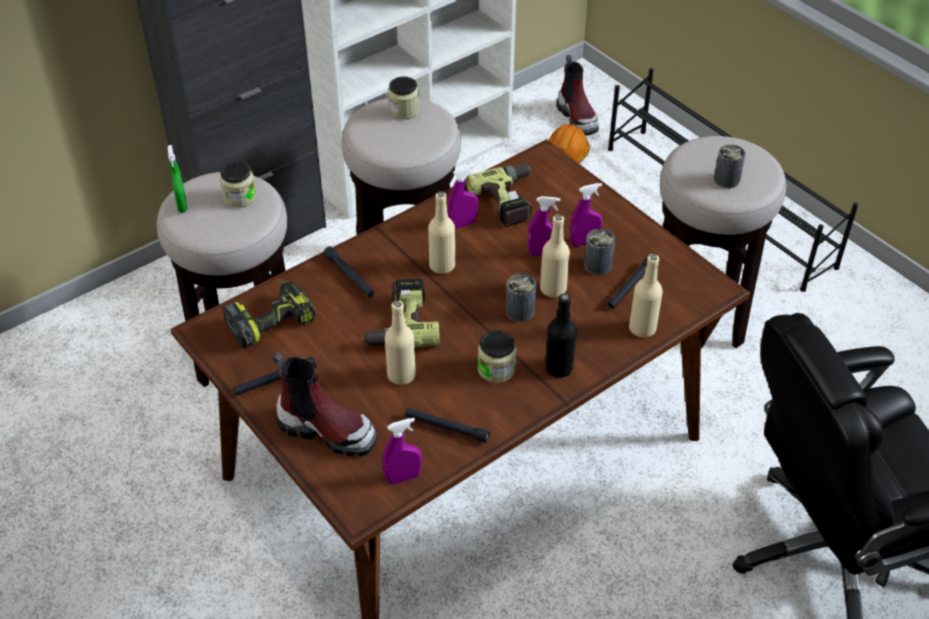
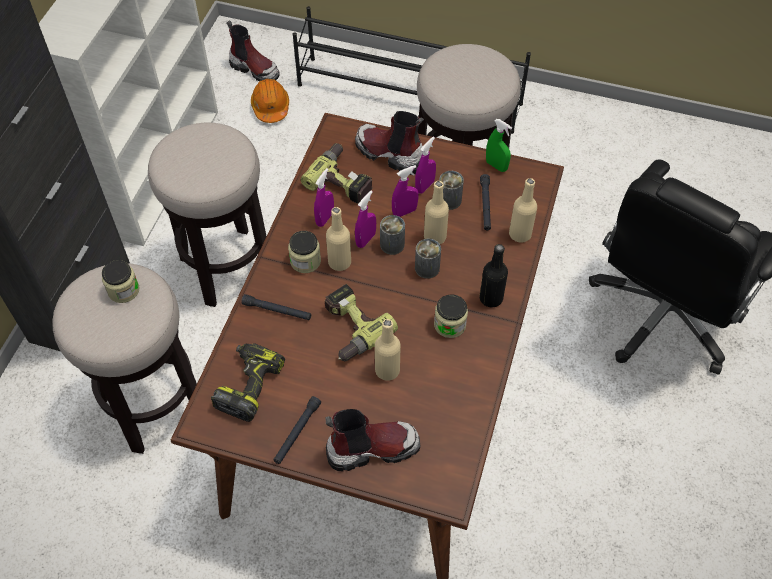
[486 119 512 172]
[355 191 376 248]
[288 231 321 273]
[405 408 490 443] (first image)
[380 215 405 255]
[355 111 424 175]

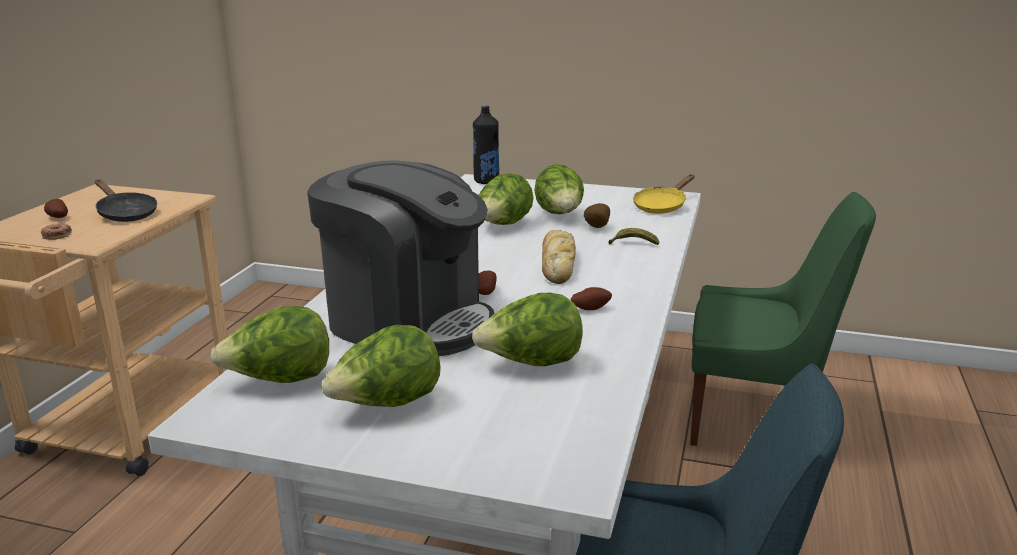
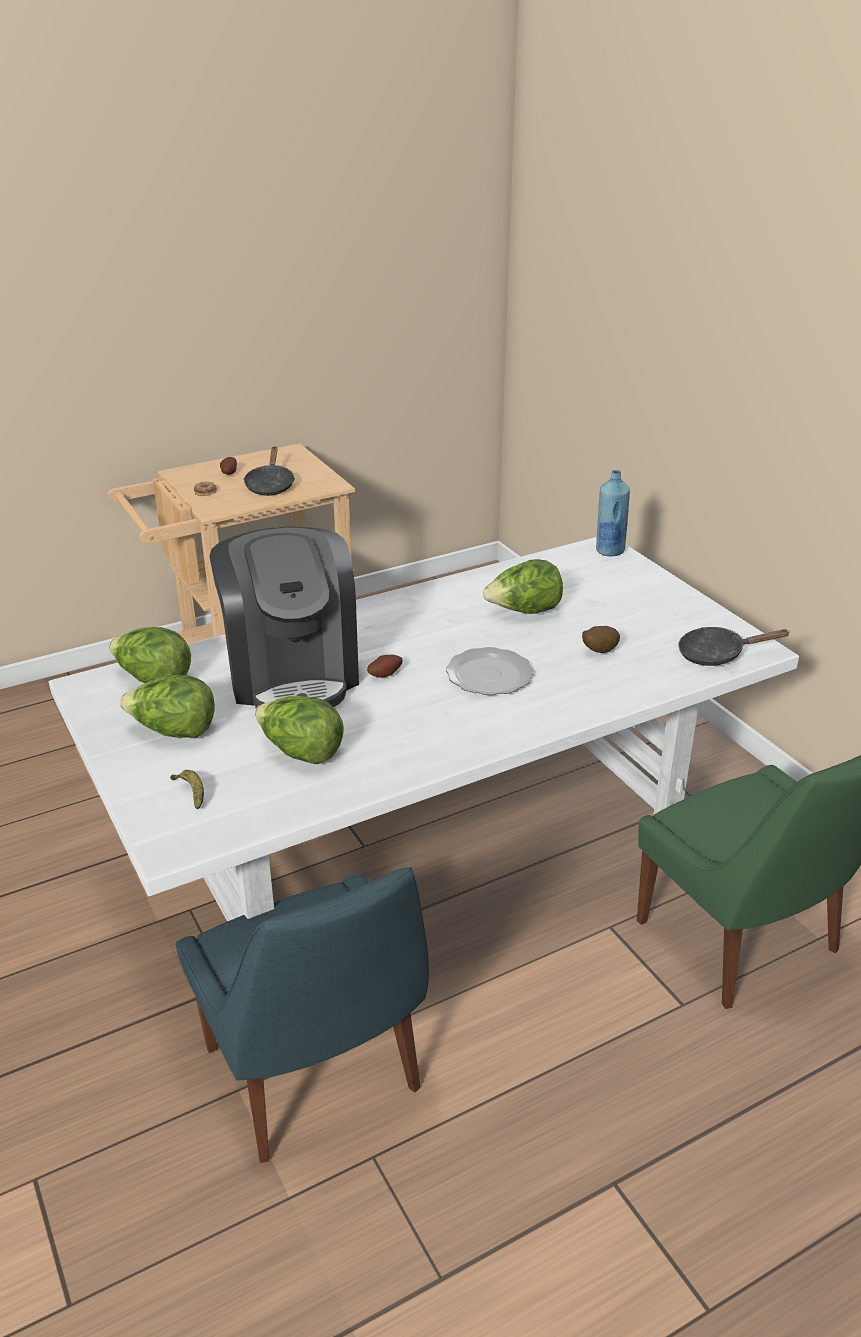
[596 470 630 556]
[534 164 584 214] (first image)
[446 647 533 695]
[571 287 612 310] (first image)
[170 770 204 810]
[678 627 790 666]

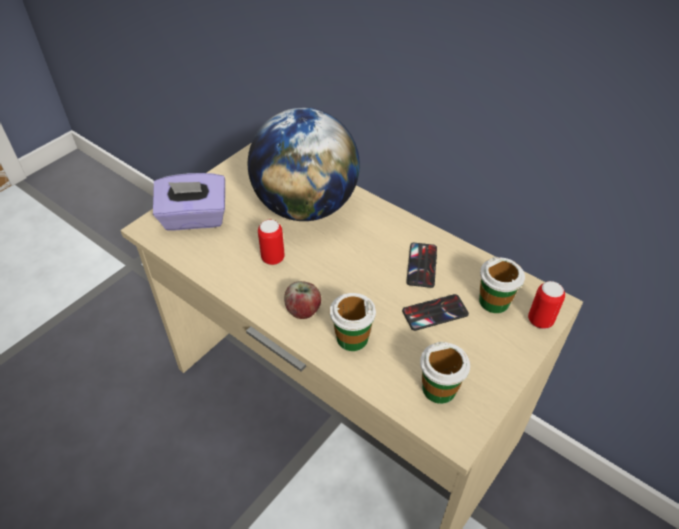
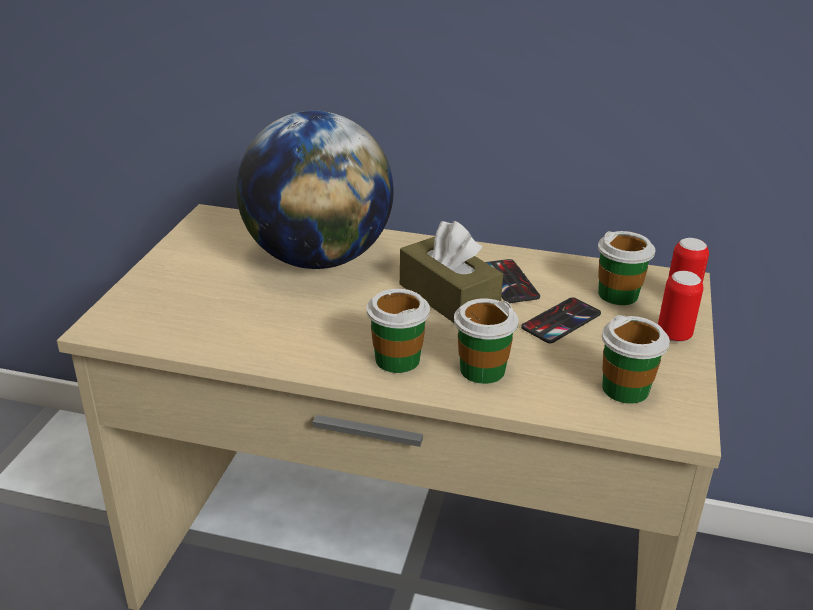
[153 173 225 230] (first image)
[658 271 703 342]
[367 289 430 373]
[400 221 503 323]

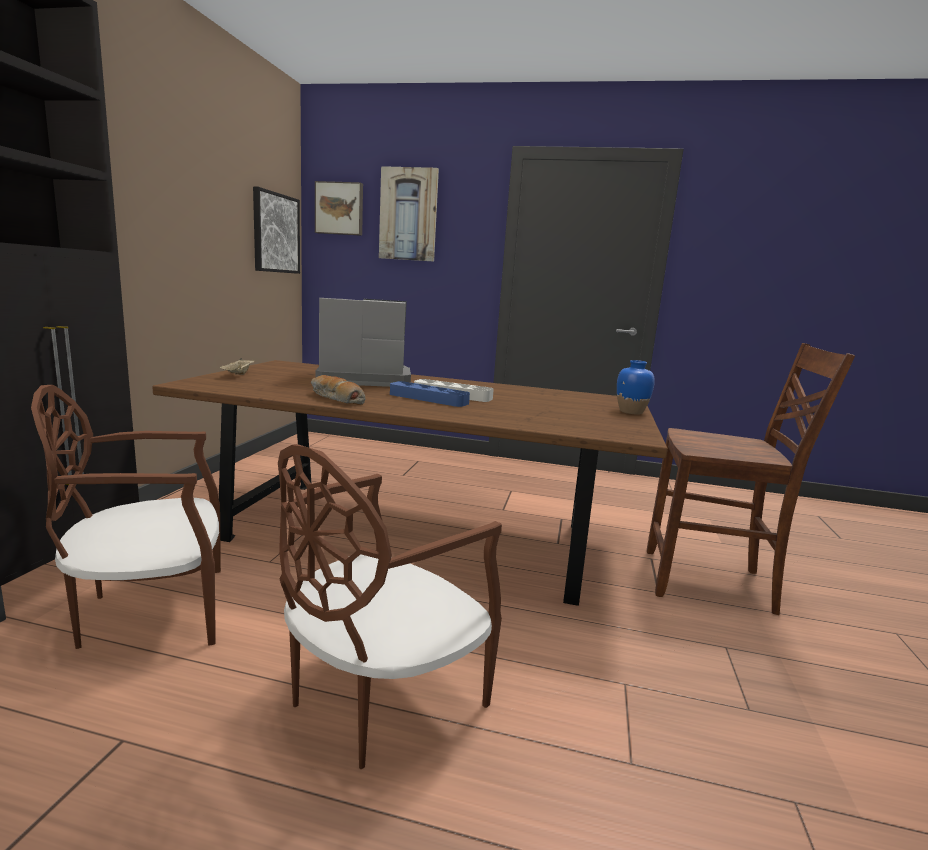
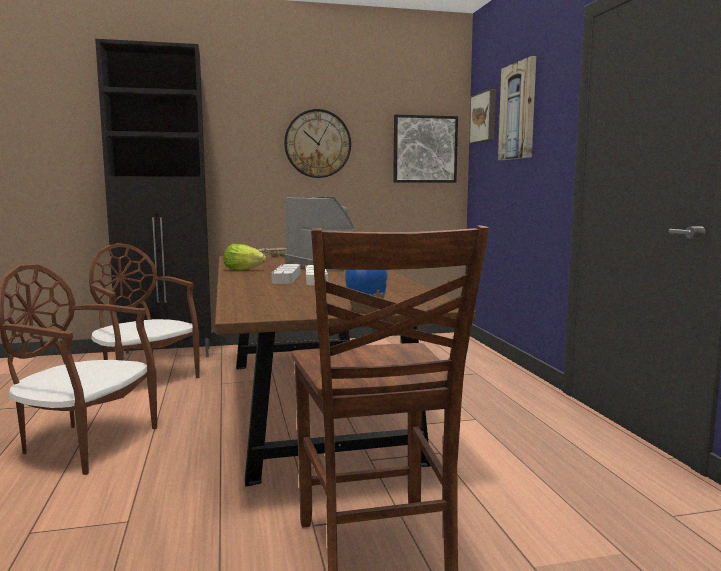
[224 244 266 270]
[271 264 301 284]
[284 109 351 178]

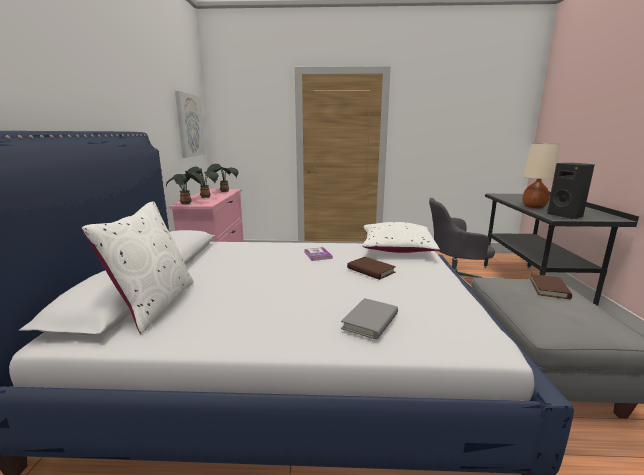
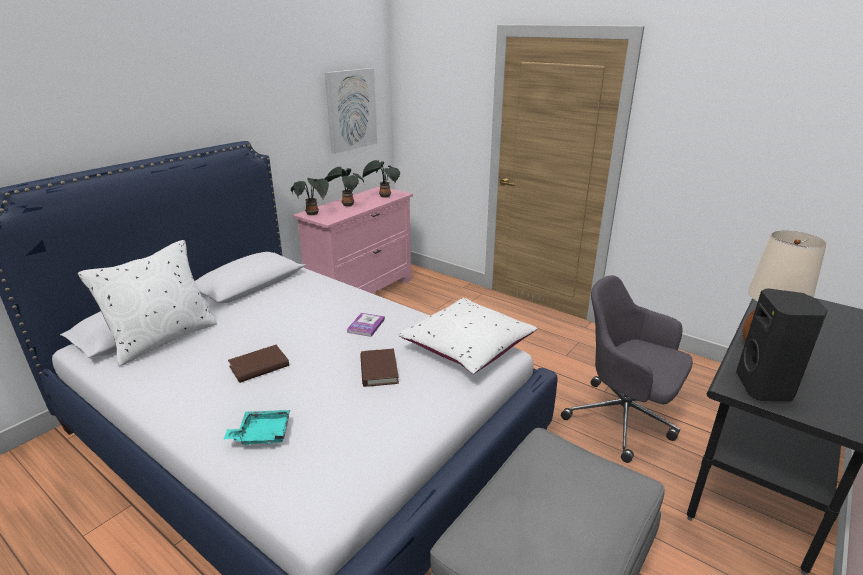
[224 410 290 445]
[228 345 289 383]

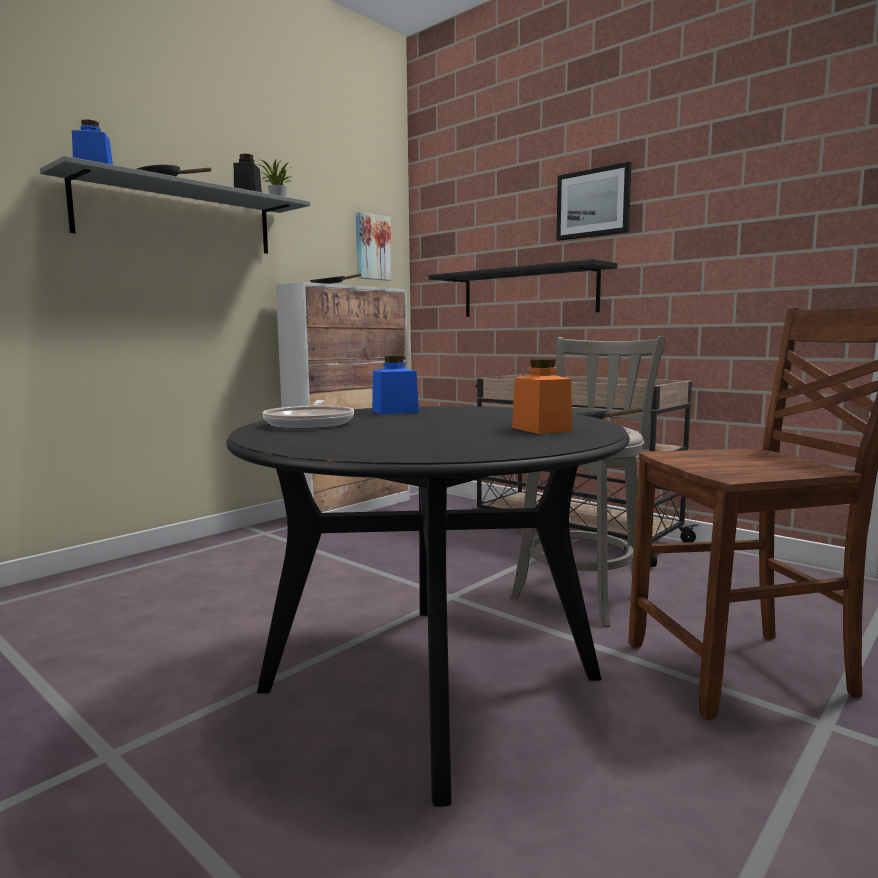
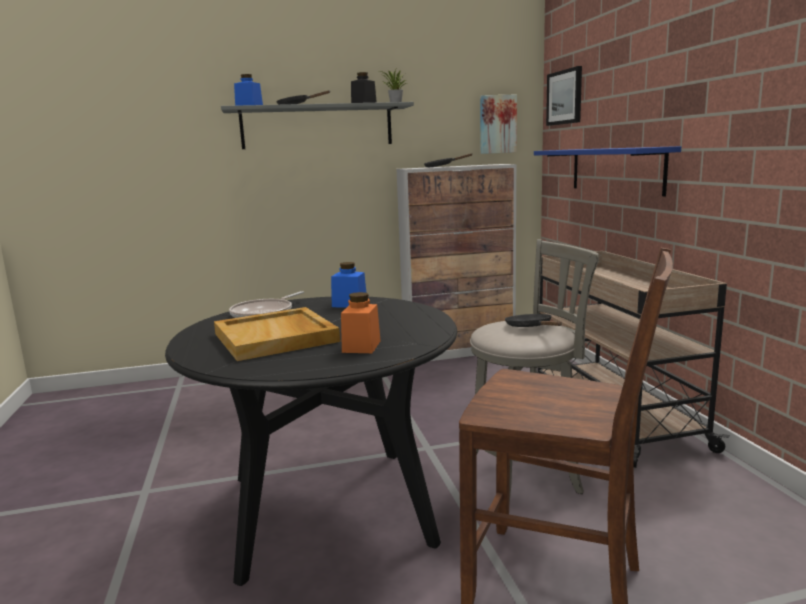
[534 146 681 197]
[546 66 582 126]
[214 307 340 361]

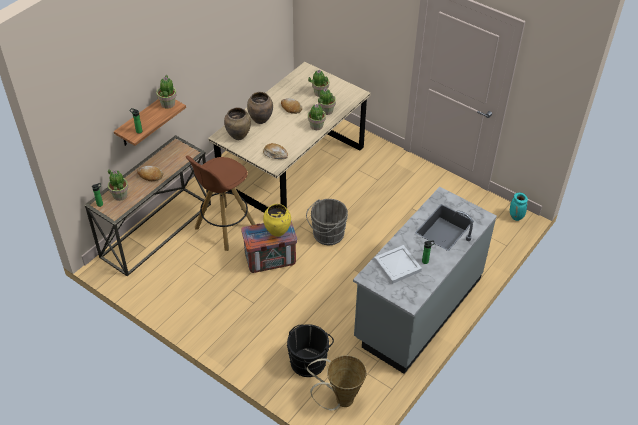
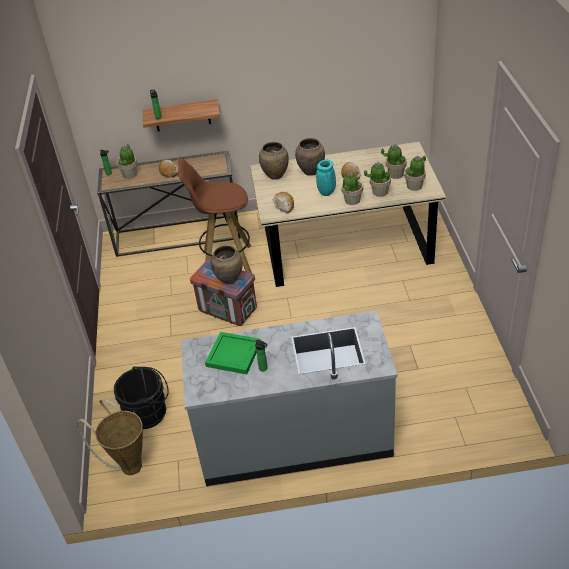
[404 155 426 191]
[211 245 243 284]
[306 199 348 245] (first image)
[205 332 261 374]
[316 160 336 196]

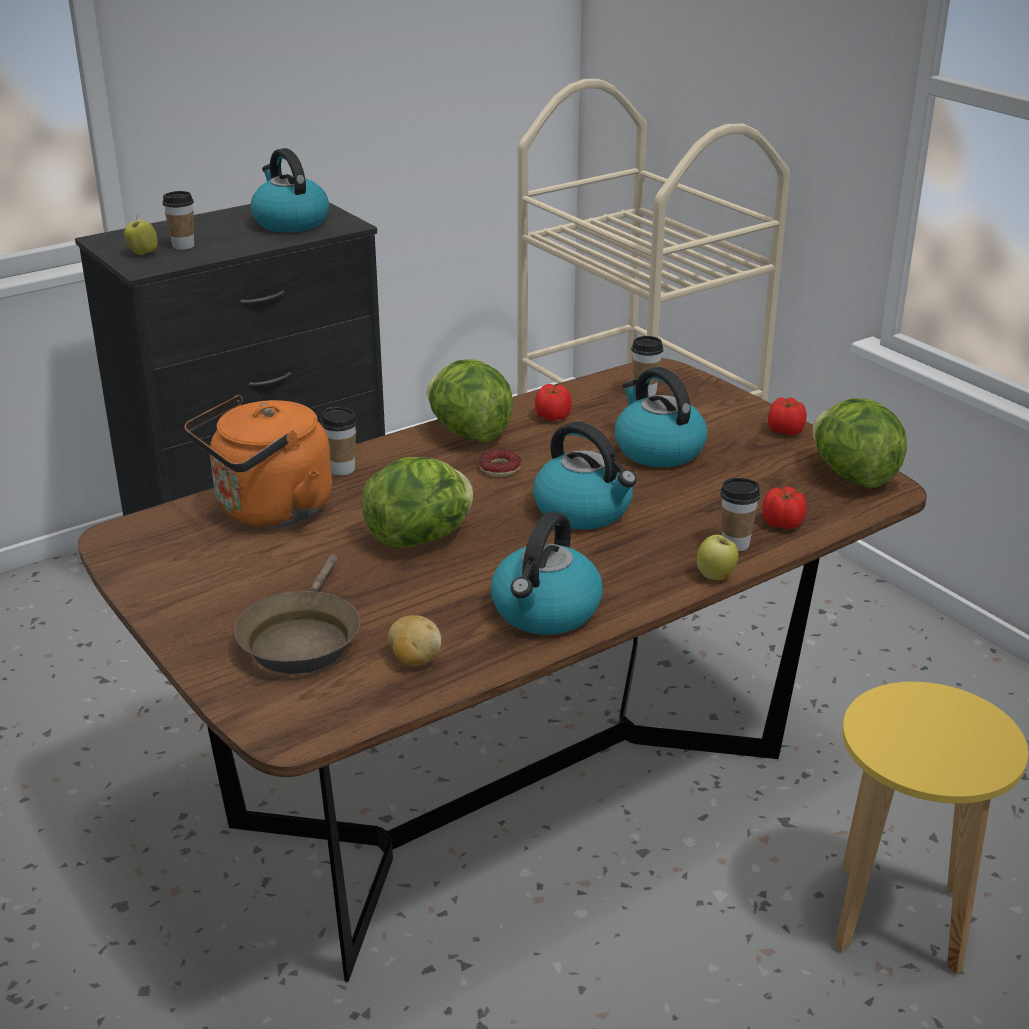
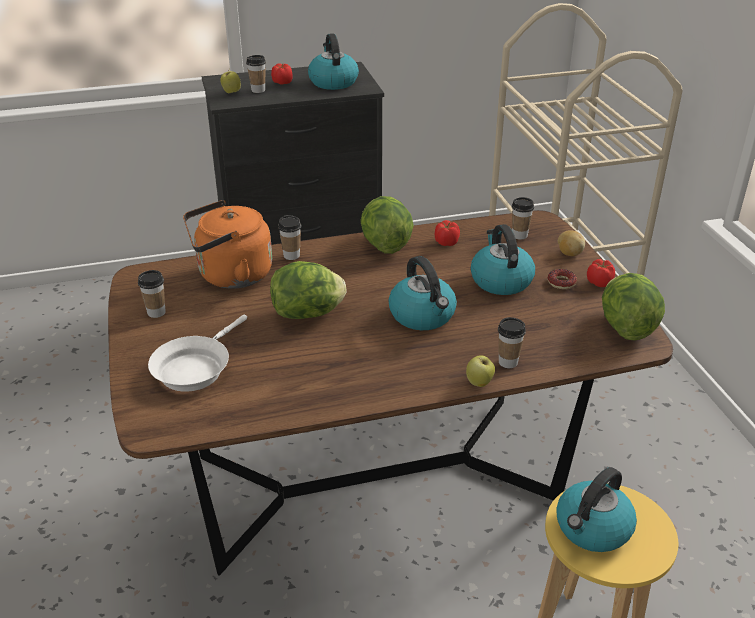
[148 315 247 392]
[558 230 585 256]
[548 269 577 289]
[556 467 637 552]
[271 63 293 85]
[138 270 166 318]

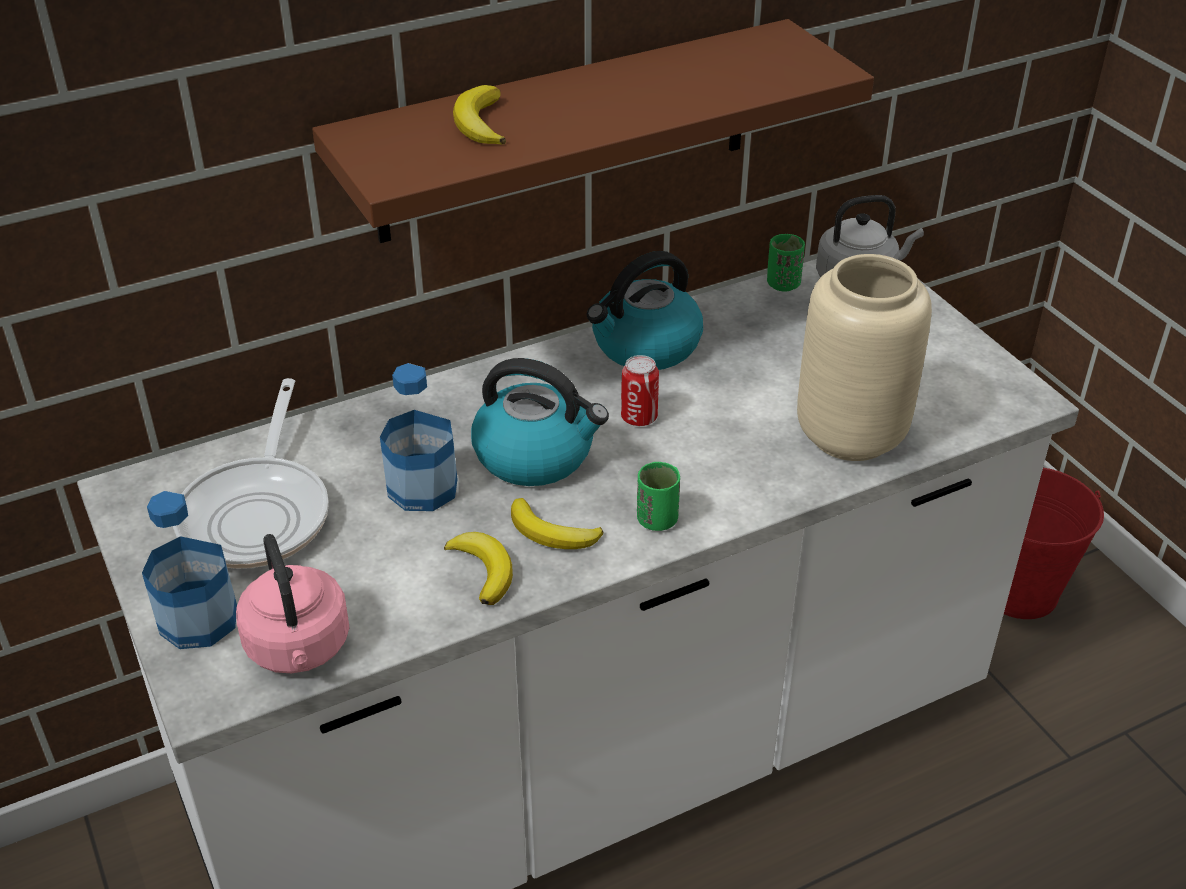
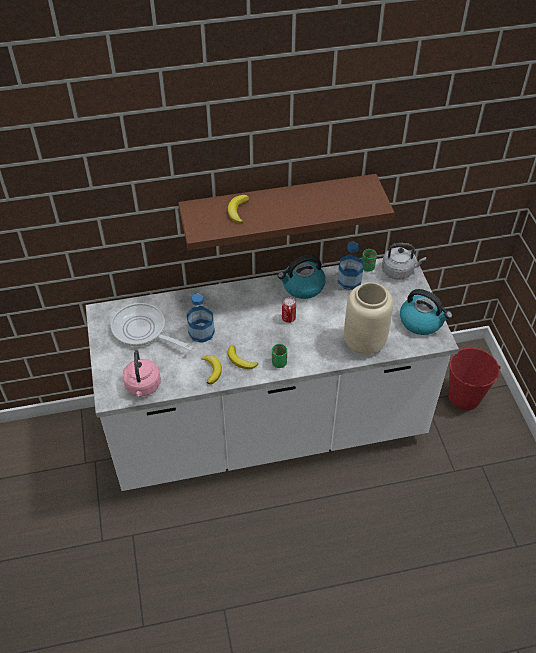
[338 241 364 290]
[111 303 193 351]
[400 289 452 335]

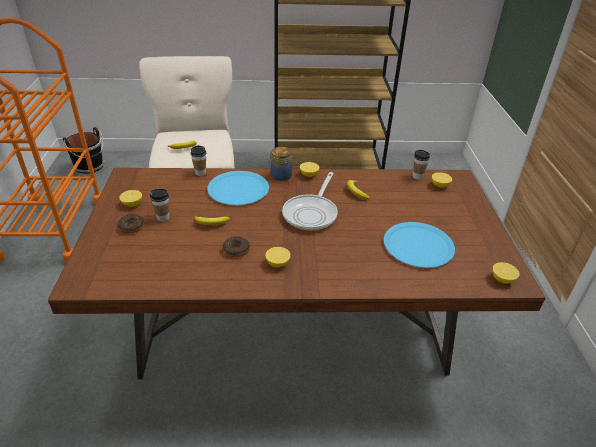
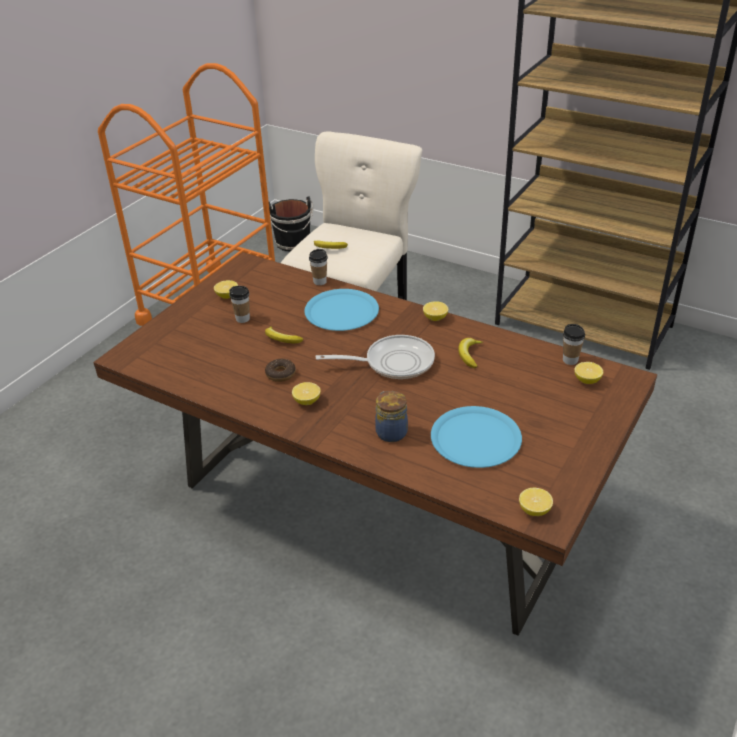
[117 214 144 234] (first image)
[375 391 408 442]
[316 335 435 379]

